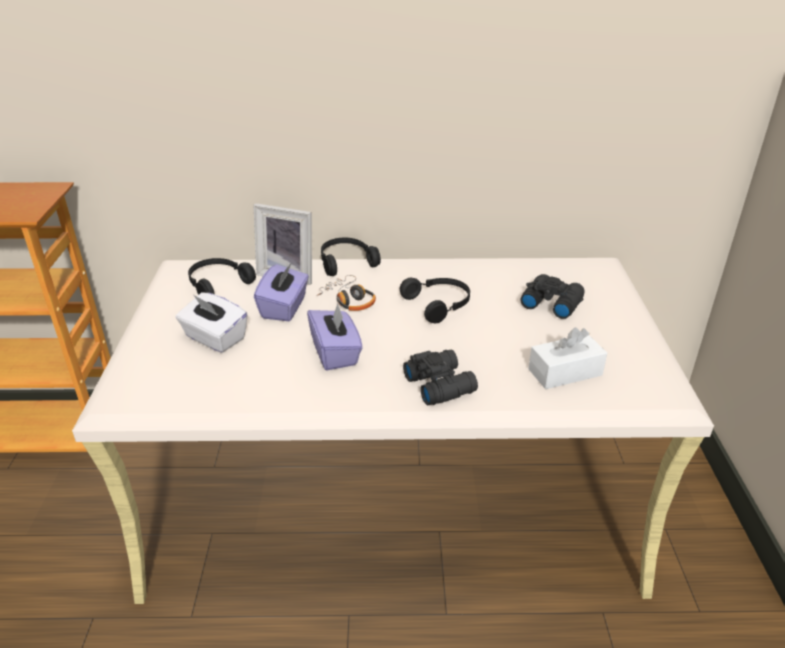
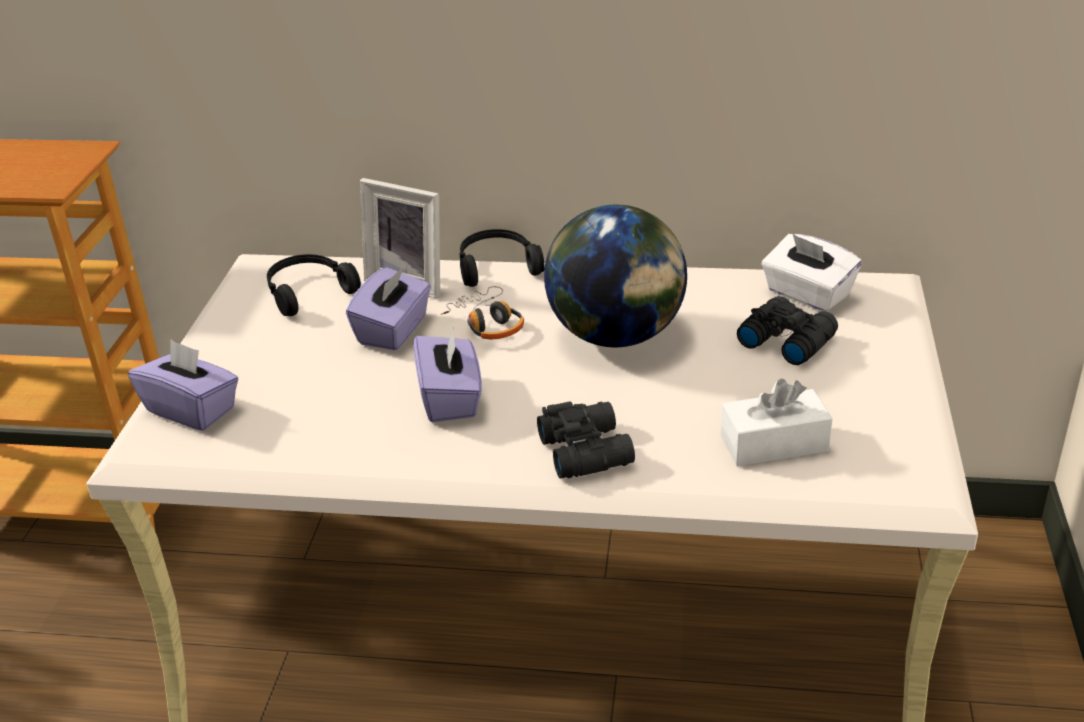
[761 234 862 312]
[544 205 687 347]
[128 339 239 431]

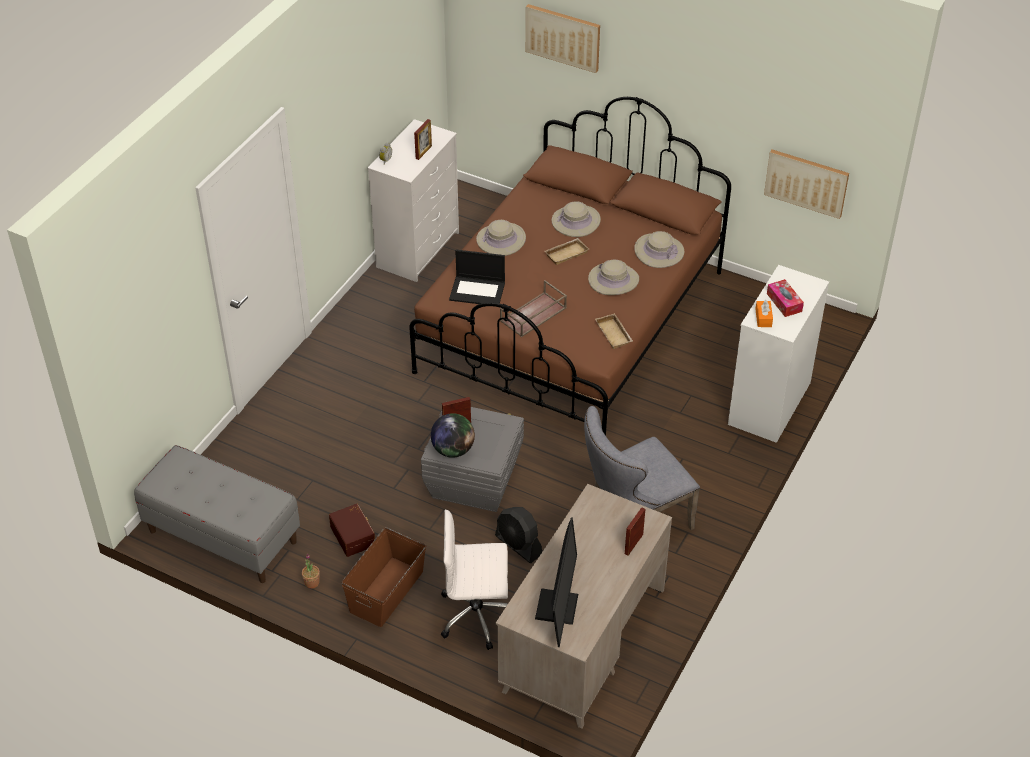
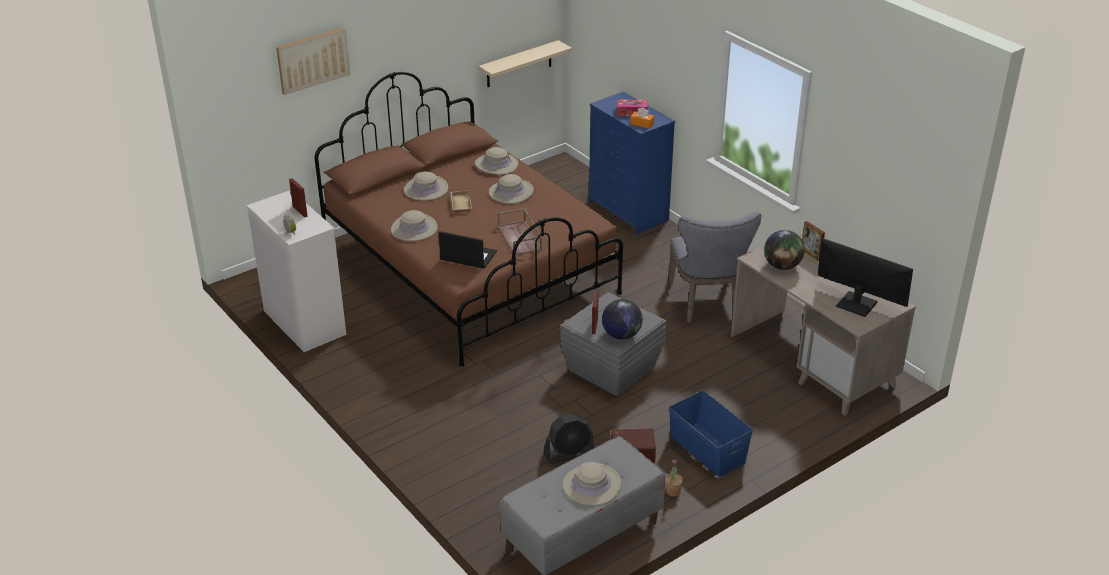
[669 390 753 477]
[441 510 508 650] (first image)
[439 231 497 269]
[543 413 594 464]
[595 313 633 349] (first image)
[589 92 675 234]
[479 40 572 87]
[563 462 621 506]
[764 230 805 270]

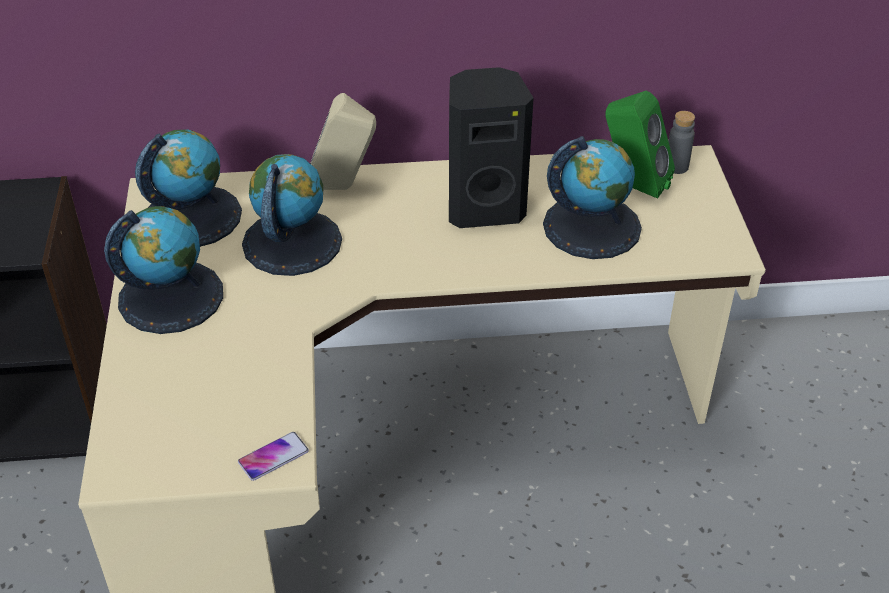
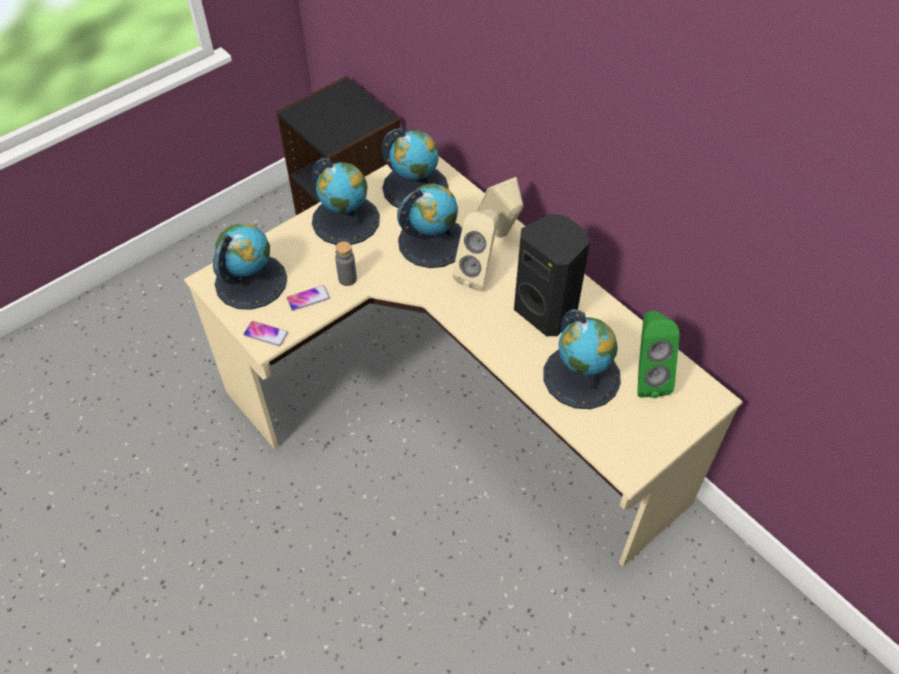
[335 241 357 286]
[213 223 287 310]
[286 285 330 311]
[452 210 499 290]

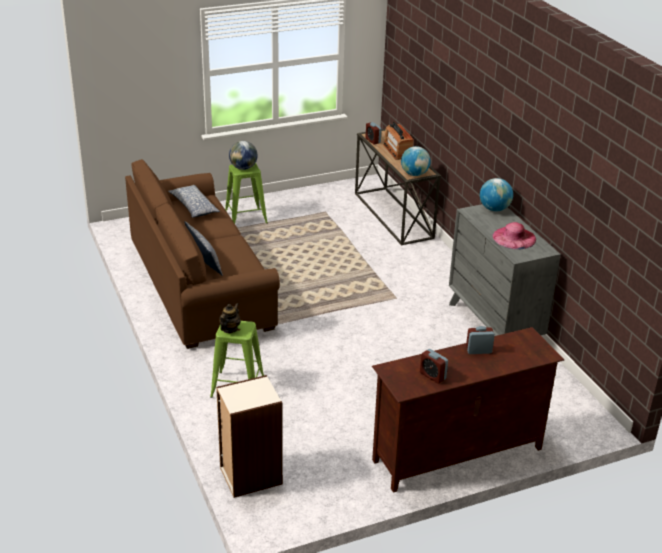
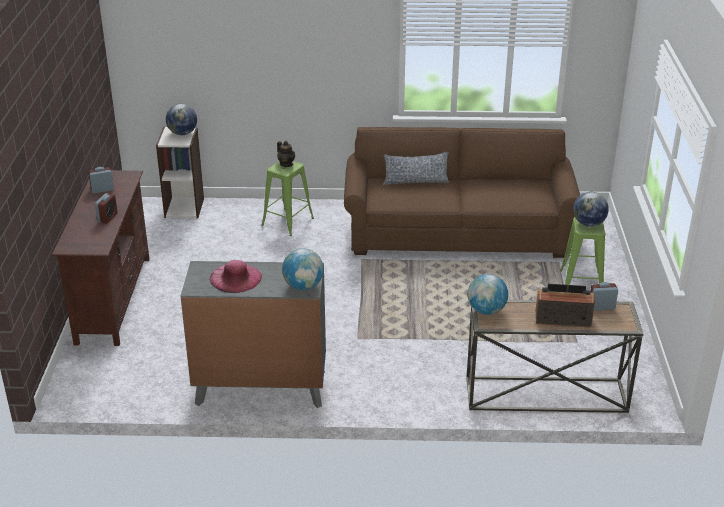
[168 185 220 218] (first image)
[166 104 197 135]

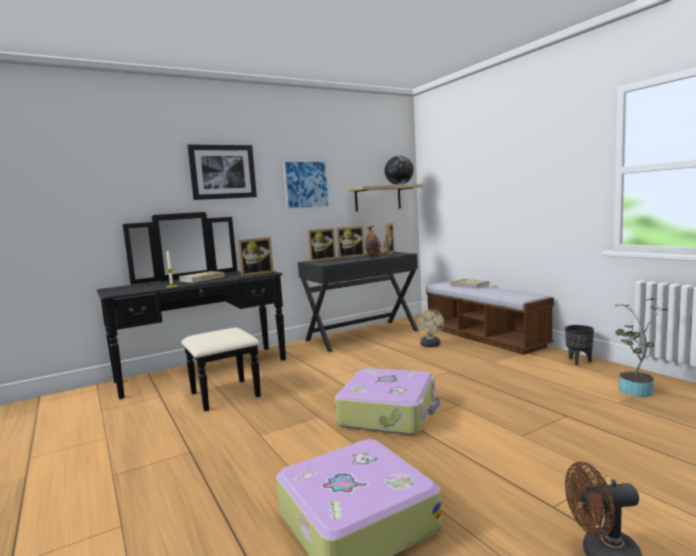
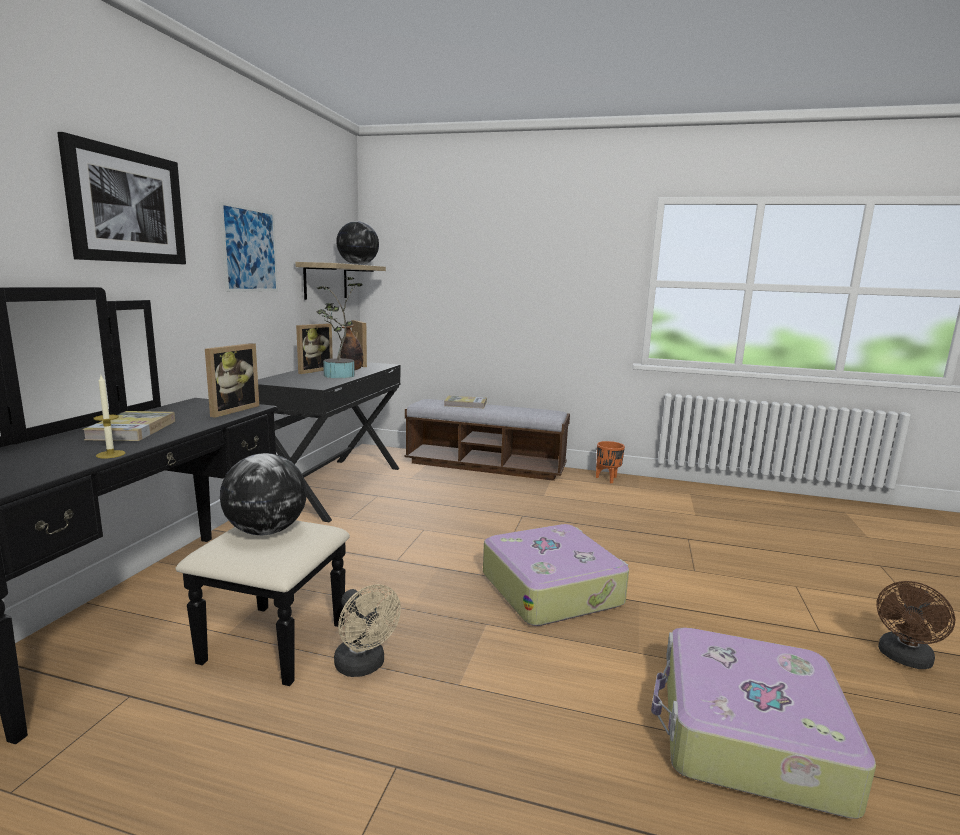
[307 228 336 262] (first image)
[334 584 401 677]
[596 441 625 483]
[316 277 363 378]
[220 453 307 535]

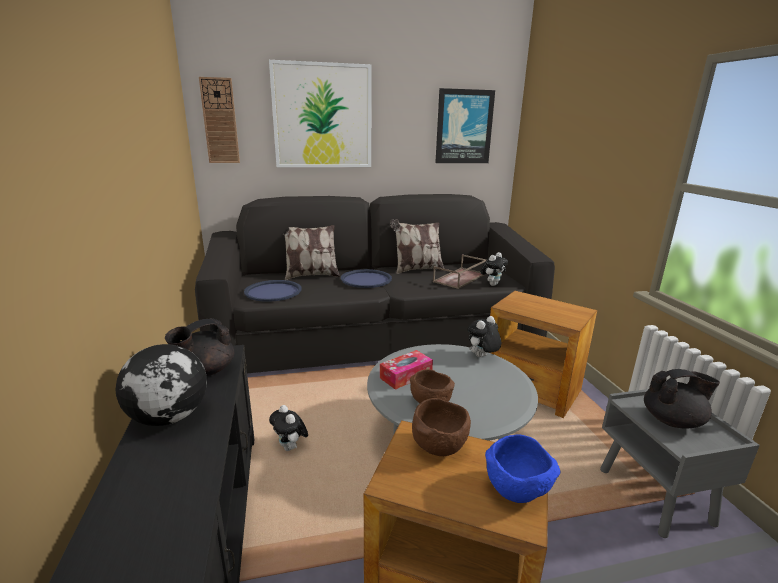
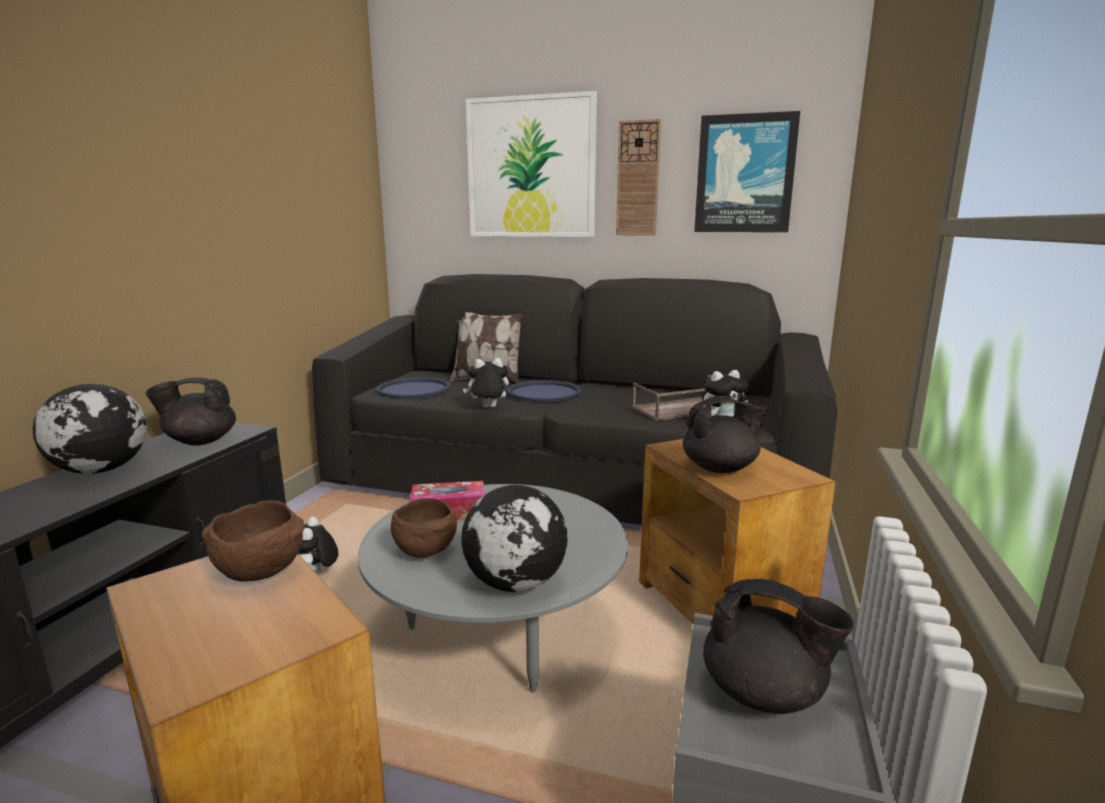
[616 119 661 236]
[390 219 445 274] (first image)
[463 358 509 408]
[485 434 561 503] (first image)
[461 485 568 592]
[683 396 768 473]

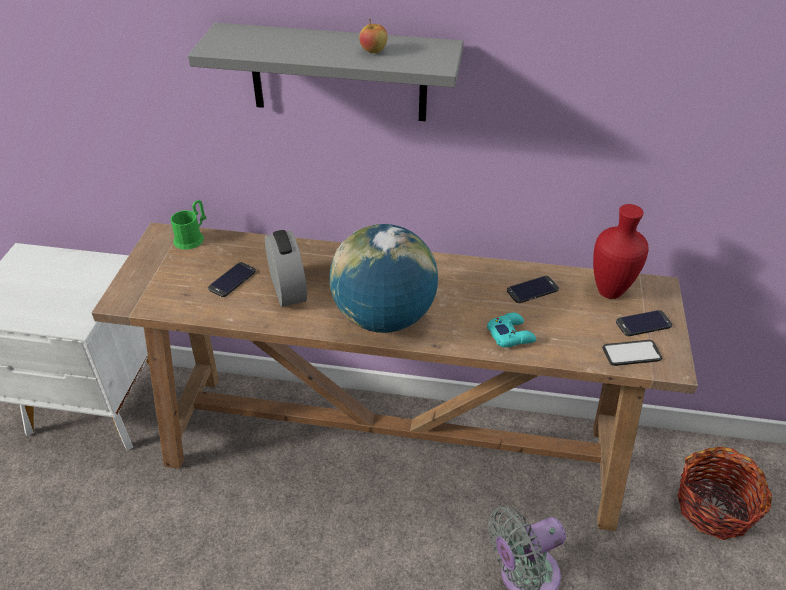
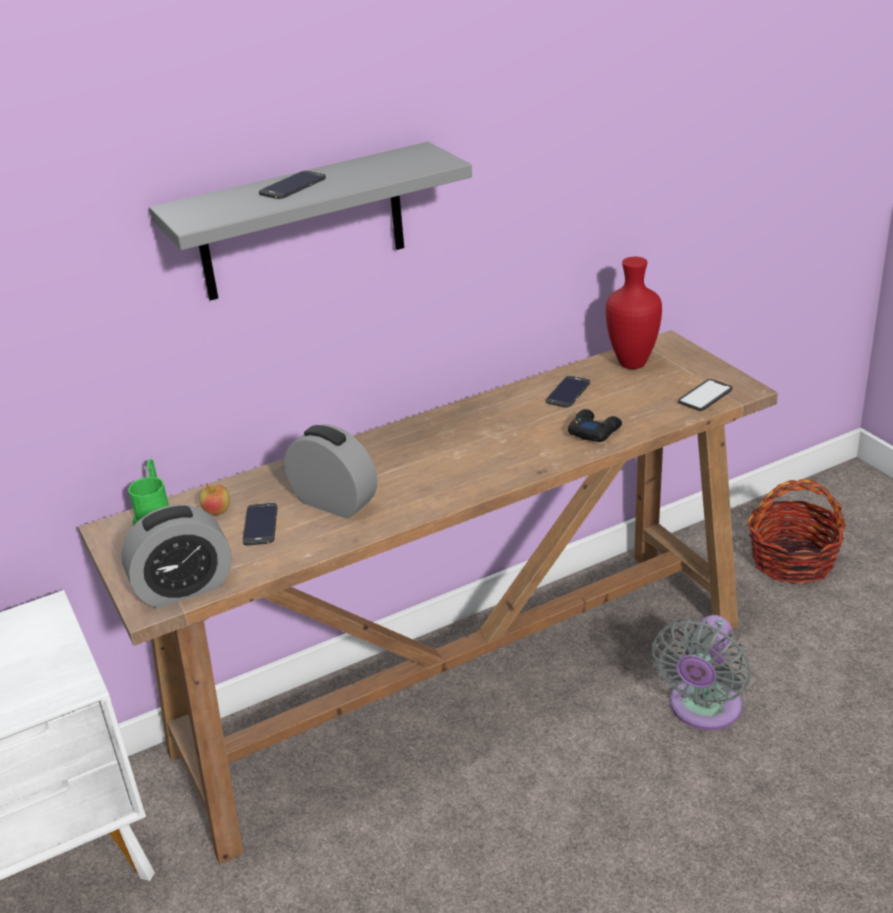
[329 224 438 333] (first image)
[200 483 230 515]
[568 409 622 442]
[259 171 326 199]
[121 505 232 608]

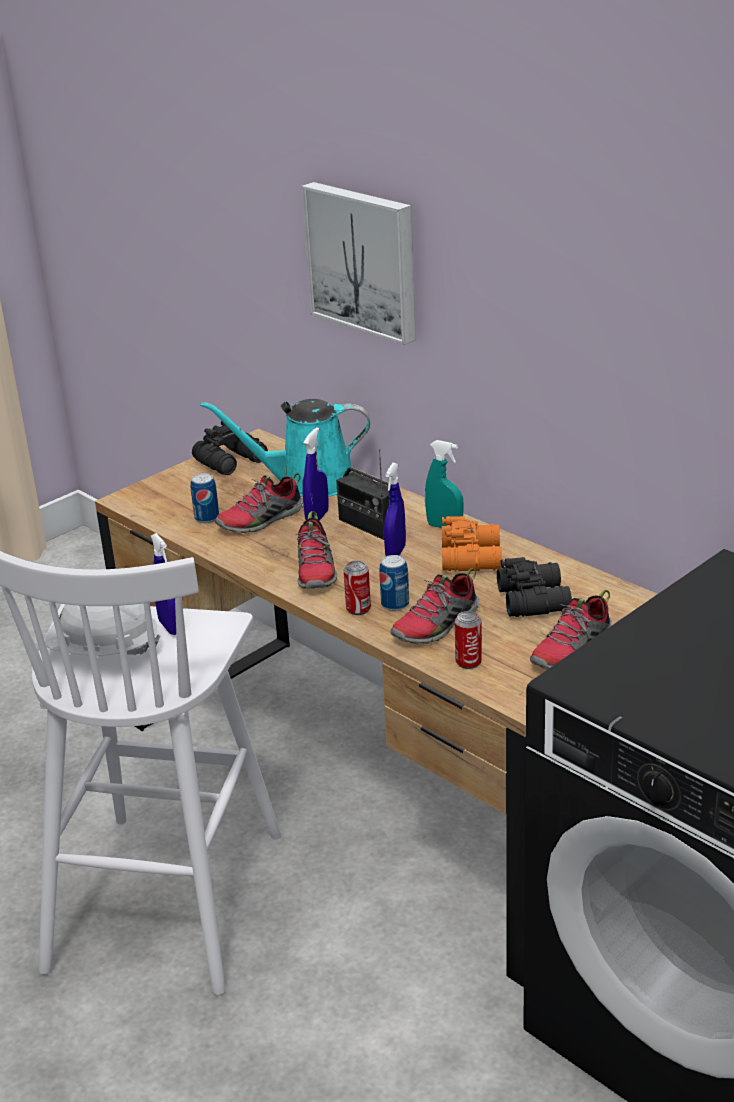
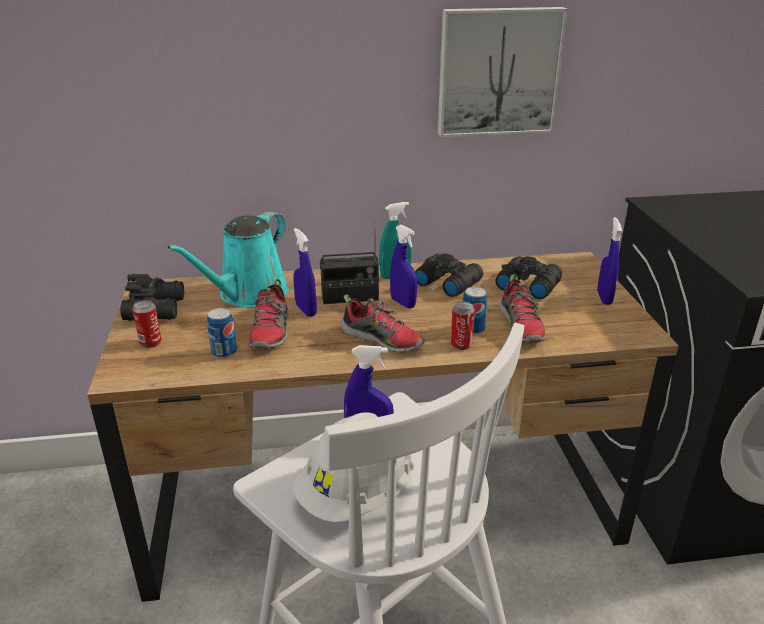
[438 7 568 137]
[415 253 483 297]
[132 300 162 348]
[597 217 622 305]

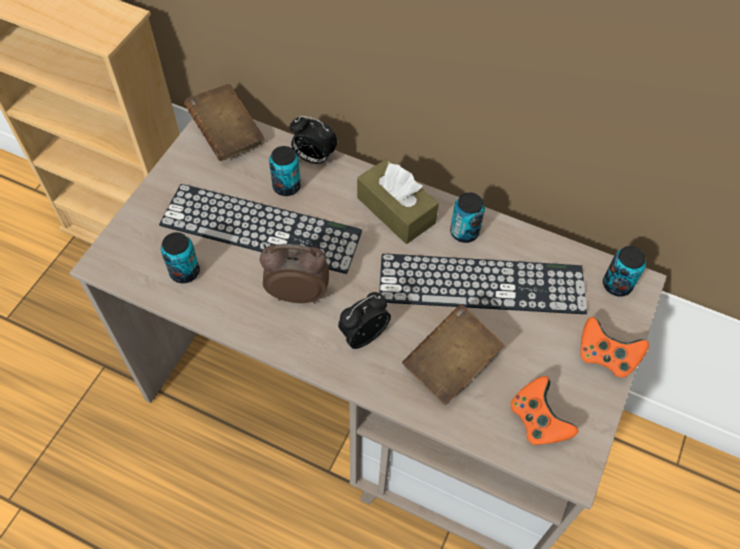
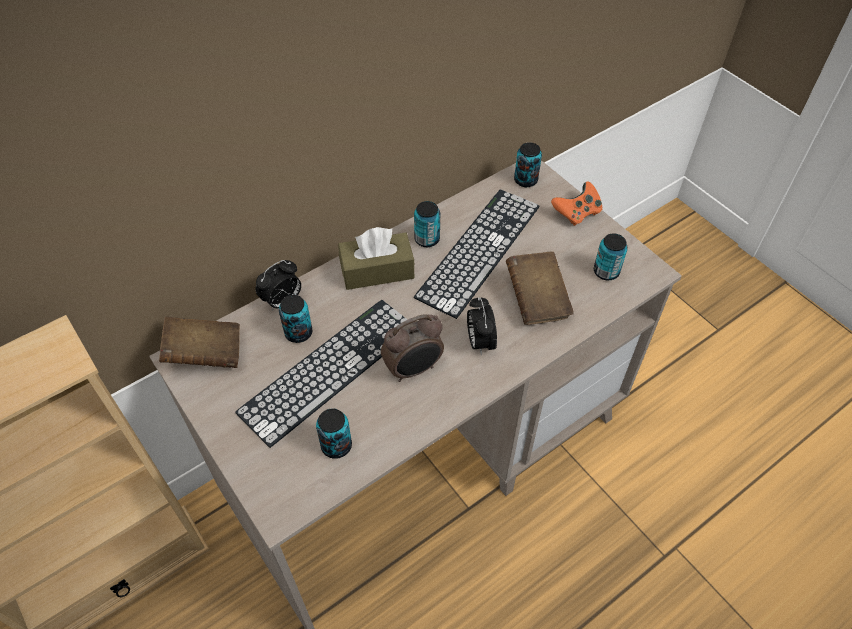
[381 314 444 382]
[594 233 628 280]

